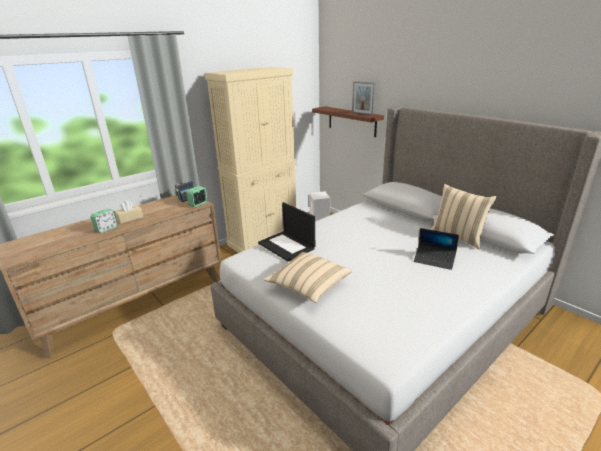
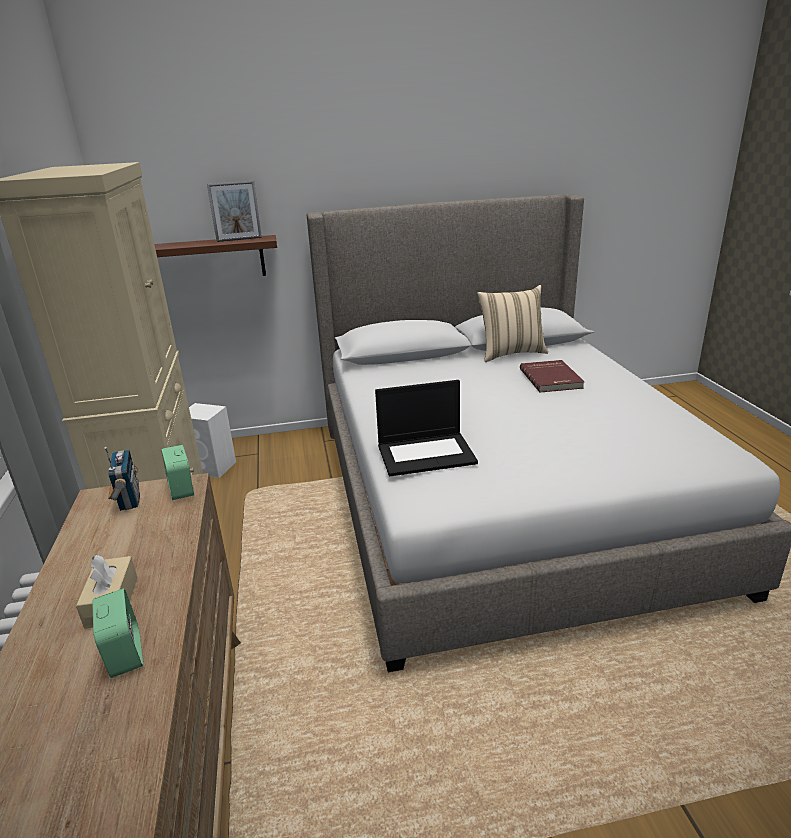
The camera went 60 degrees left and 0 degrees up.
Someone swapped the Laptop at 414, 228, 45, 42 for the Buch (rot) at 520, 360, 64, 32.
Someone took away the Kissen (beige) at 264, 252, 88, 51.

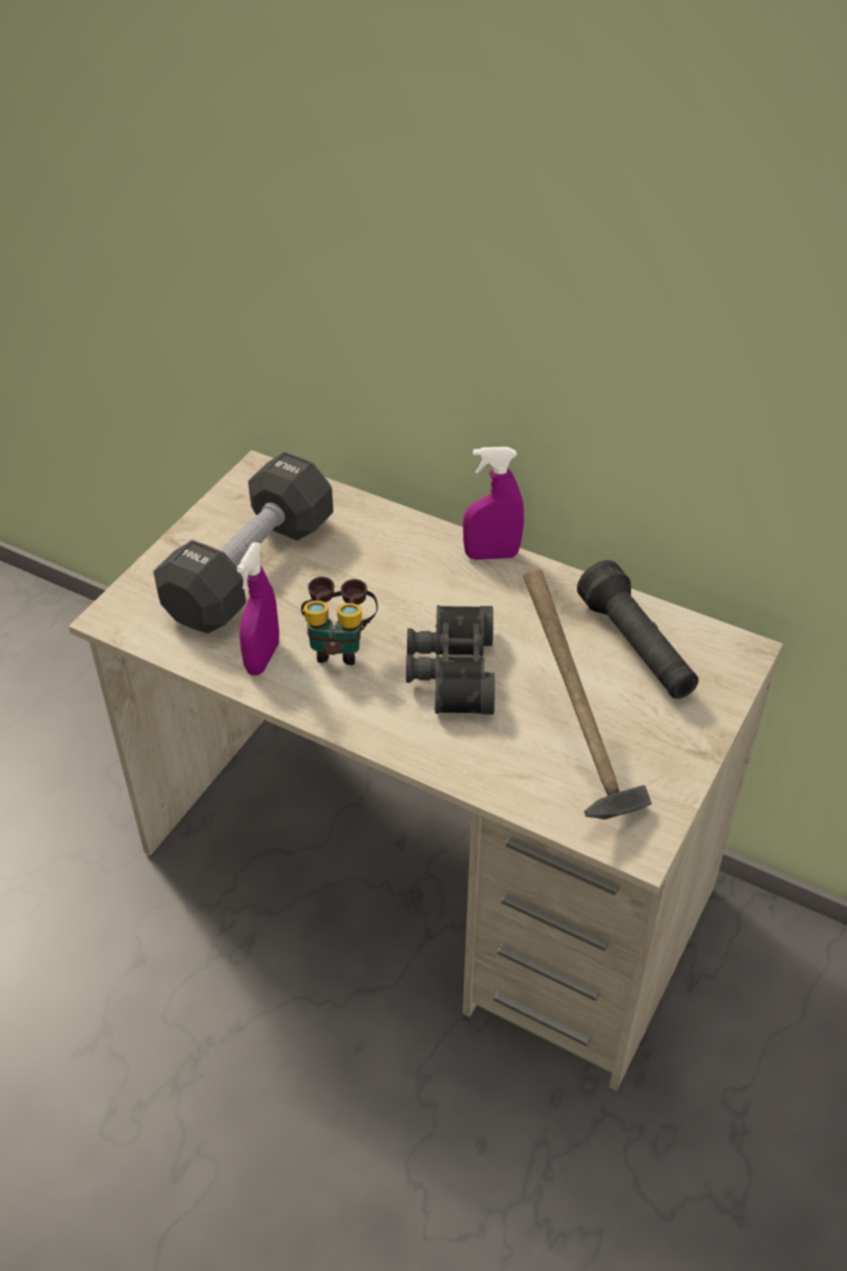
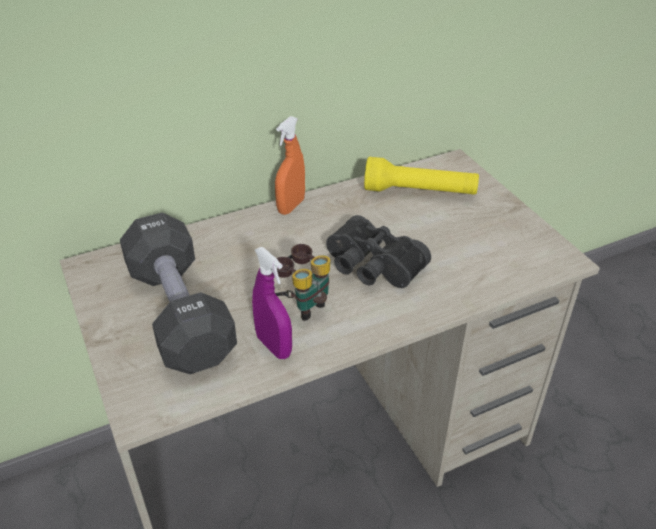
The camera went 55 degrees left and 5 degrees down.
Someone repainted the Sprühflasche (lila) at 463, 447, 61, 113, which became the Sprühflasche (orange) at 275, 116, 30, 99.
Someone repainted the Taschenlampe (schwarz) at 577, 560, 122, 139, which became the Taschenlampe (gelb) at 364, 157, 115, 38.
Someone took away the Hammer at 523, 569, 129, 251.

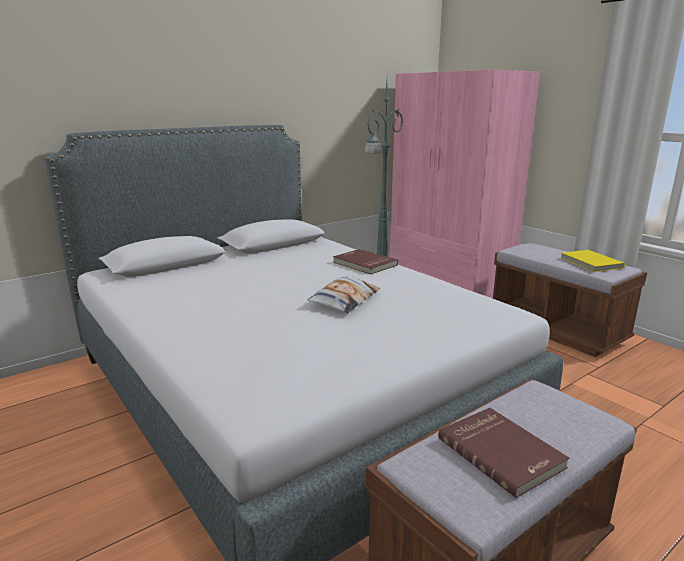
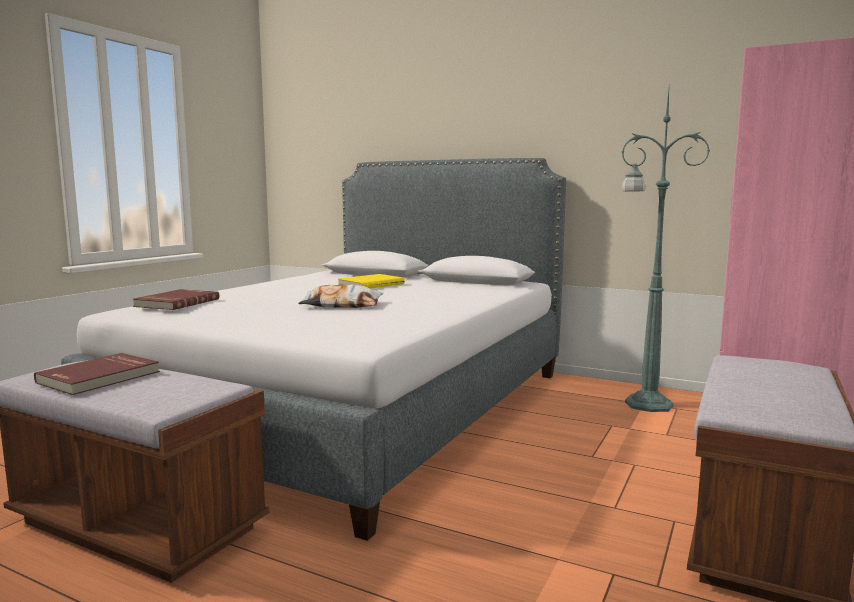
The camera went 65 degrees right and 10 degrees down.
Someone carried the Buch (rot) from 333, 249, 65, 25 to 133, 289, 86, 21.
Someone carried the Buch (gelb) from 561, 250, 64, 22 to 338, 274, 67, 14.

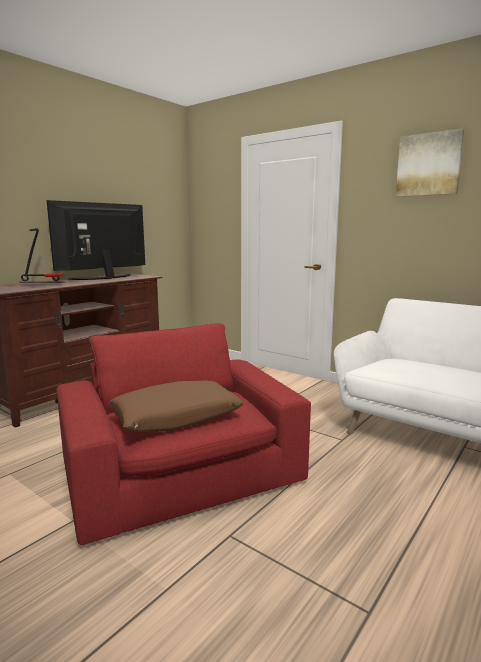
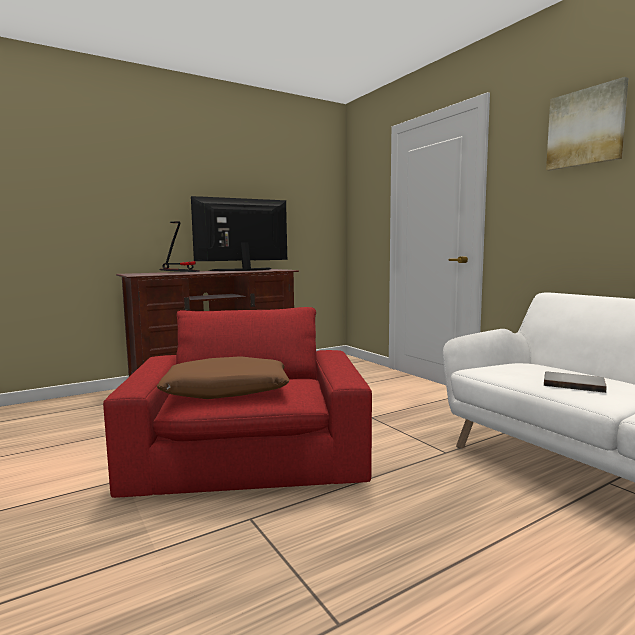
The camera went 20 degrees right and 5 degrees down.
Someone put down the Buch (grau) at 544, 372, 63, 21.

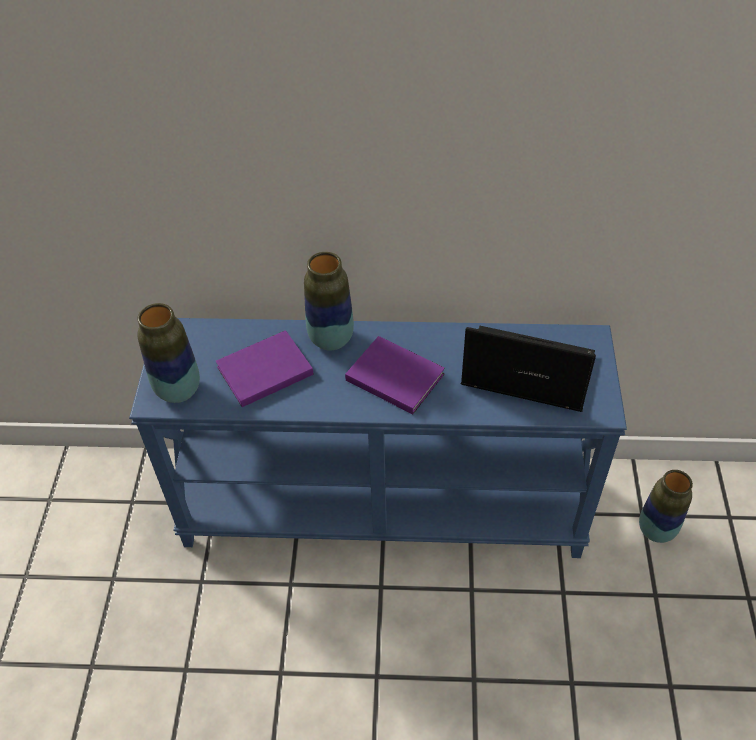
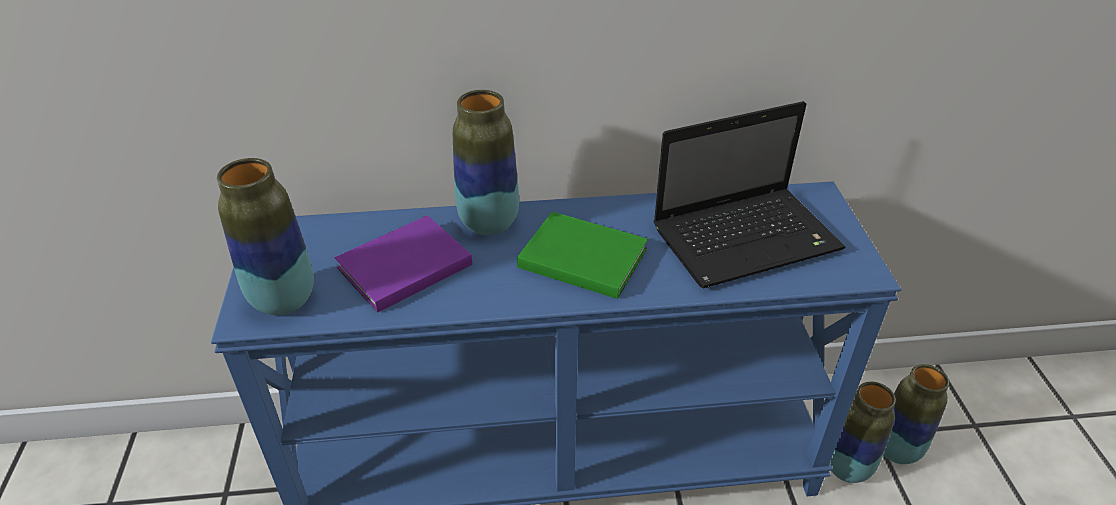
The camera went 10 degrees left and 10 degrees down.
Someone repainted the Buch (lila) at 345, 336, 100, 78, which became the Buch (grün) at 517, 212, 131, 87.
Someone rotated the Laptop at 461, 326, 135, 86 by 150 degrees clockwise.
Someone put down the Vase at 830, 382, 66, 101.

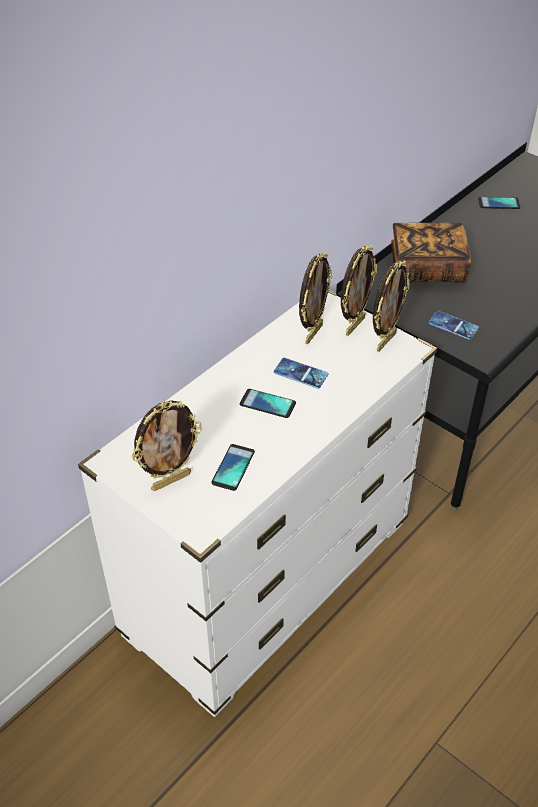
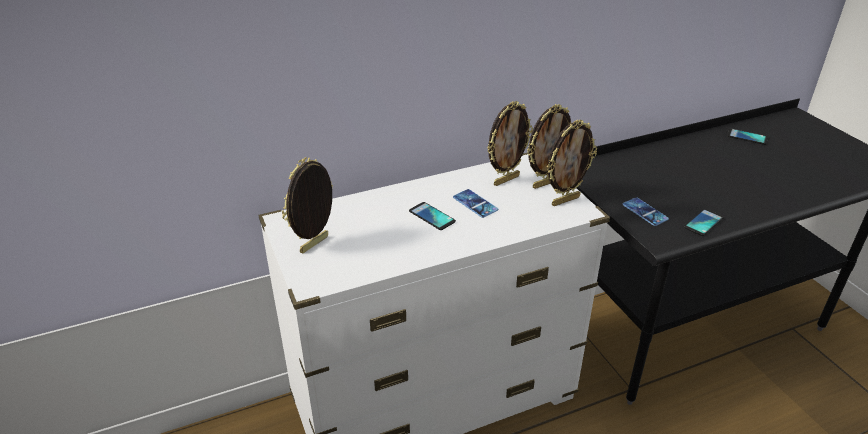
The camera went 25 degrees right and 10 degrees down.
Someone rotated the Bilderrahmen at 132, 400, 70, 91 by 135 degrees clockwise.
Someone carried the Handy from 211, 444, 44, 47 to 684, 209, 40, 27.
Someone took away the Buch at 391, 222, 80, 61.

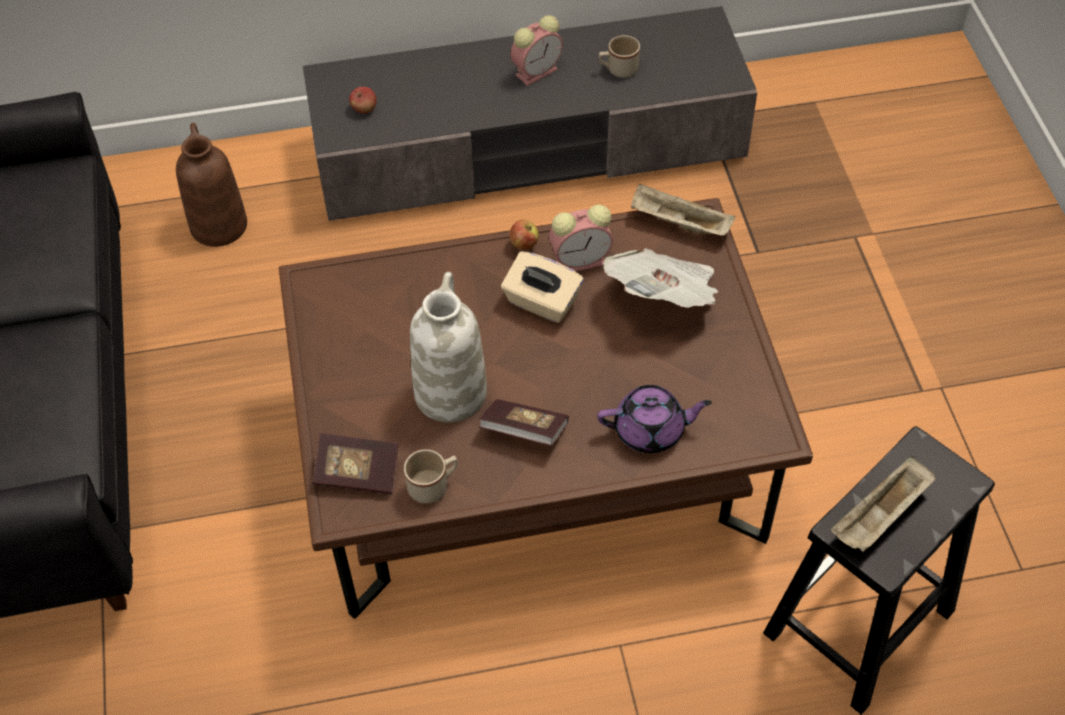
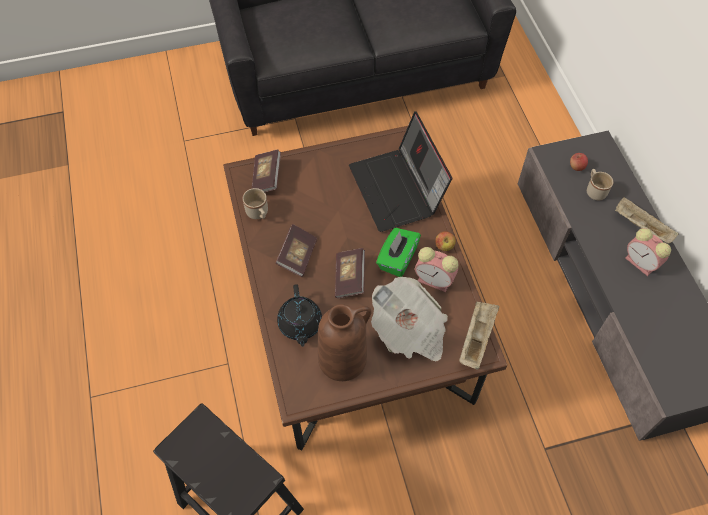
The camera went 85 degrees right and 5 degrees up.
Someone repainted the Teekanne (lila) at 597, 385, 115, 68, which became the Teekanne (schwarz) at 277, 284, 45, 63.
Someone carried the Vase (braun) from 176, 123, 71, 124 to 317, 304, 55, 77.
Someone put down the Buch at 335, 248, 30, 51.
Someone put down the Laptop at 349, 111, 103, 121.
Someone repainted the Taschentuchbox (beige) at 501, 251, 83, 72, which became the Taschentuchbox (grün) at 376, 228, 45, 49.
Someone rotated the Wecker at 549, 204, 64, 68 by 45 degrees counterclockwise.
Someone carried the Henkelbecher (beige) from 599, 35, 41, 43 to 587, 169, 26, 31.
Someone carried the Tablett (beige) from 831, 456, 105, 96 to 615, 197, 64, 46.
Someone took away the Vase (weiß) at 410, 272, 77, 151.

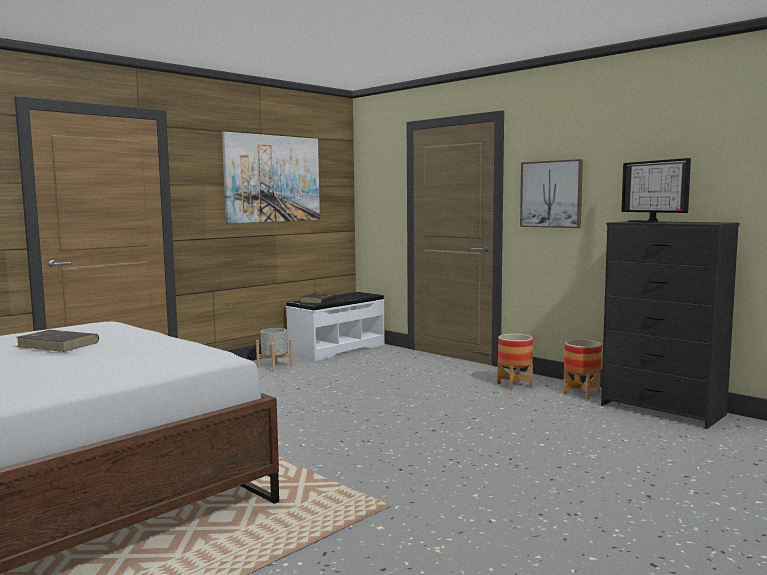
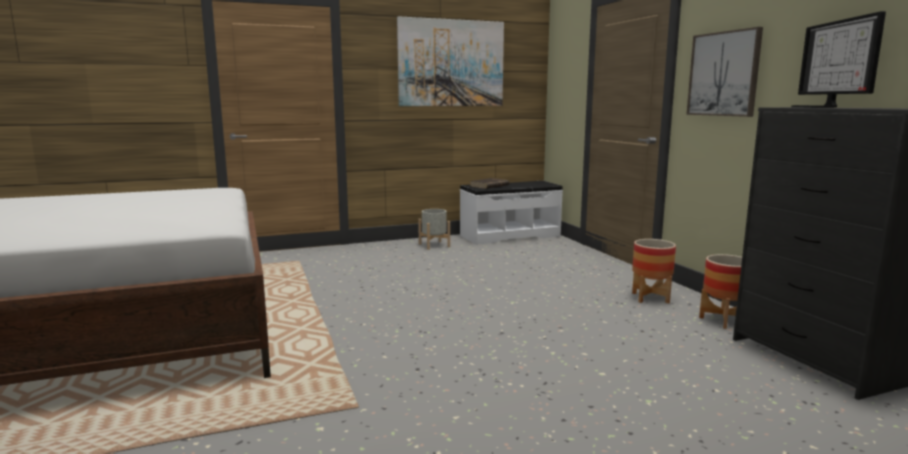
The camera went 25 degrees right and 5 degrees up.
Someone took away the Buch (braun) at 17, 330, 82, 22.

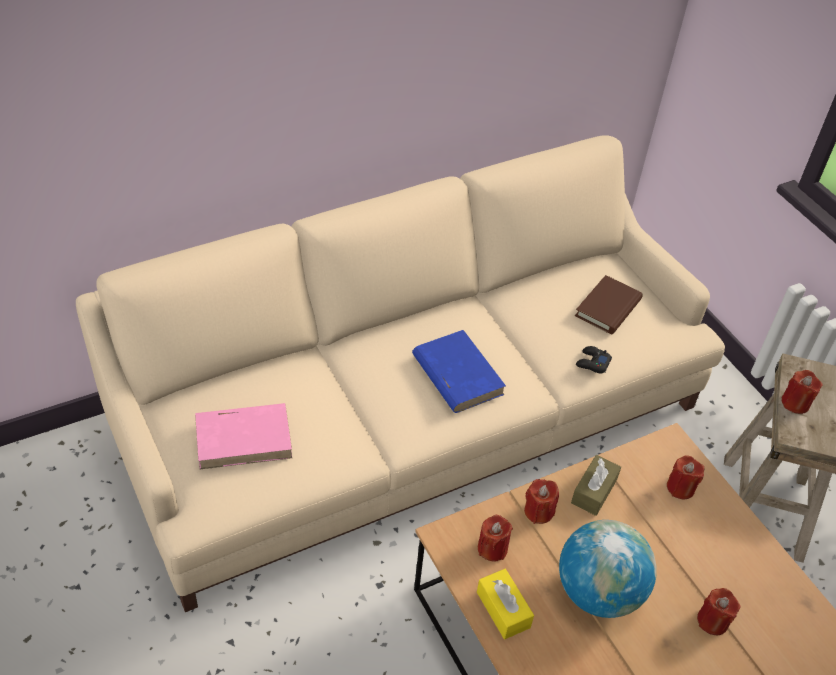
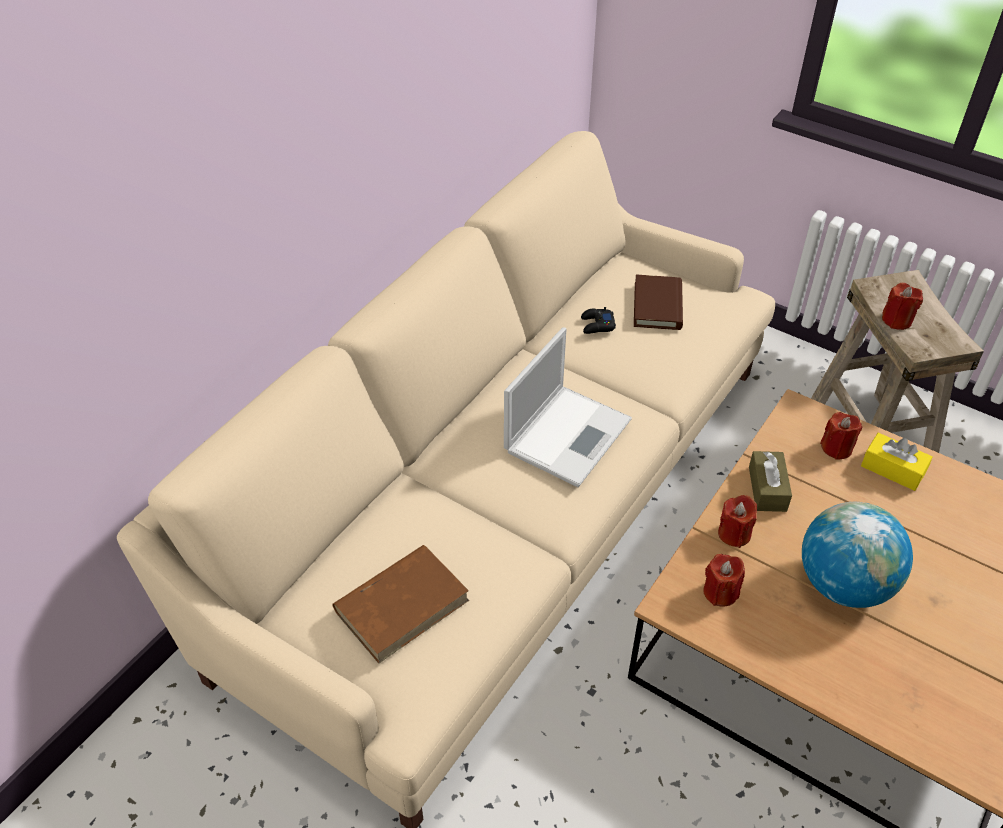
The camera went 25 degrees left and 0 degrees up.
Someone repainted the Buch (rosa) at 195, 403, 97, 66, which became the Buch (braun) at 332, 545, 137, 119.
Someone swapped the Buch (blau) at 412, 330, 94, 83 for the Laptop at 504, 327, 128, 160.
Someone carried the Gamepad (schwarz) from 576, 346, 36, 27 to 581, 307, 35, 27.
Someone carried the Taschentuchbox (gelb) from 477, 569, 57, 70 to 861, 433, 71, 58.
Someone took away the Kerze (rot) at 697, 588, 43, 47.

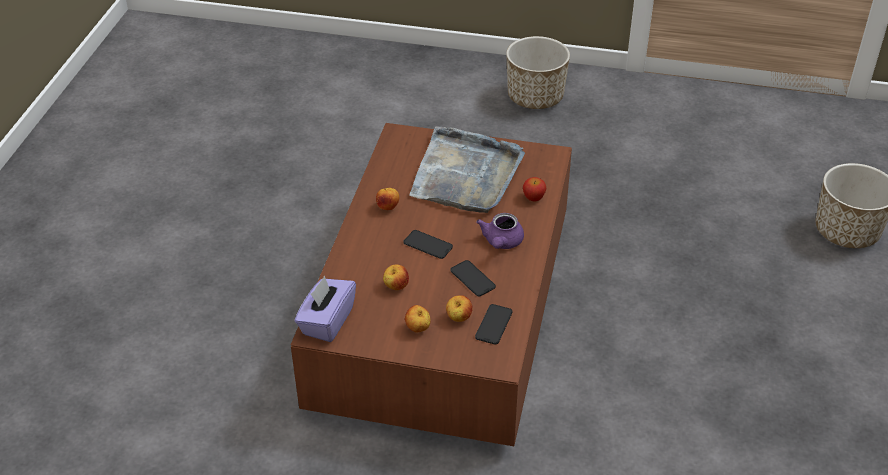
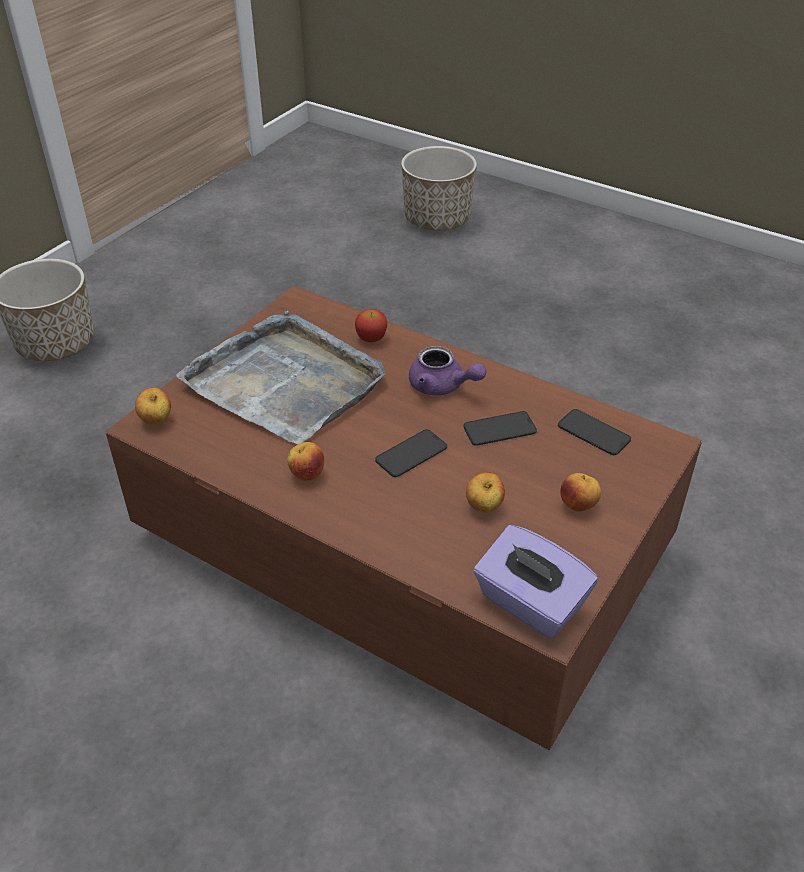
The camera went 70 degrees left and 0 degrees up.
Someone carried the Apfel from 446, 295, 27, 27 to 135, 387, 36, 37.

